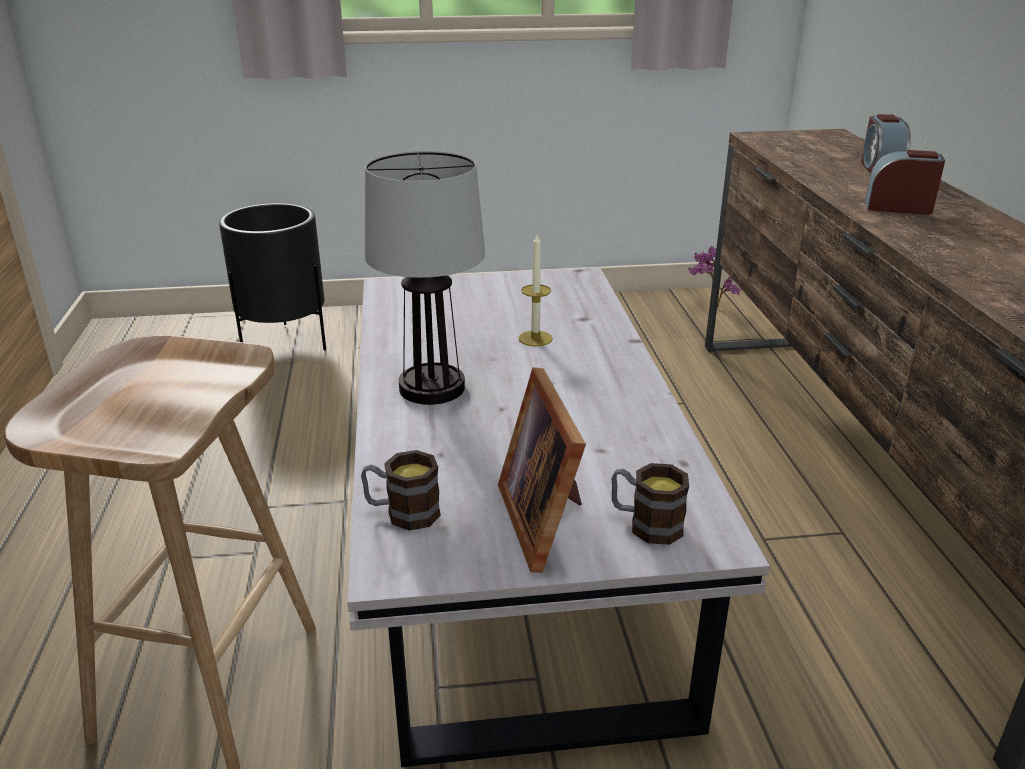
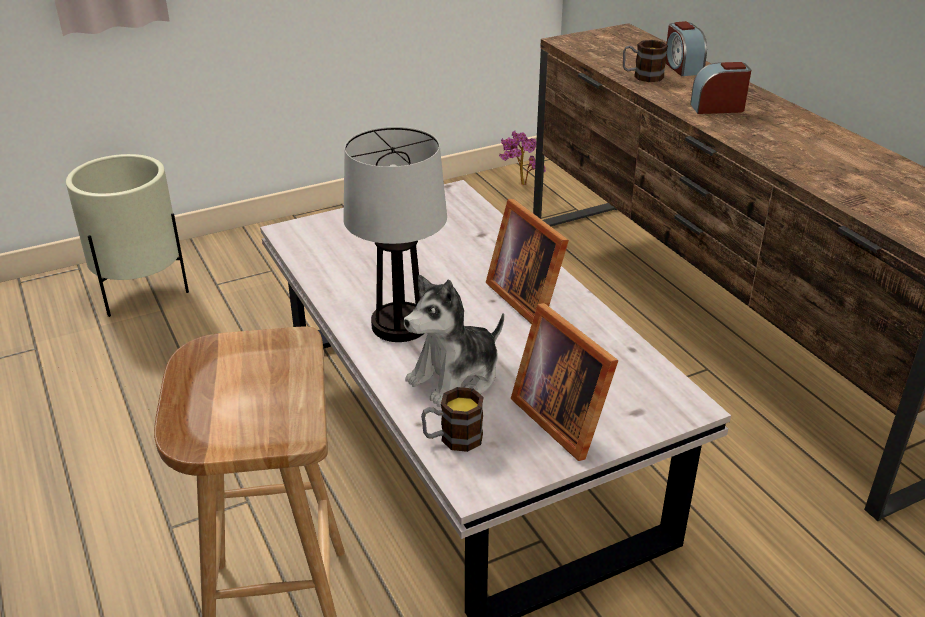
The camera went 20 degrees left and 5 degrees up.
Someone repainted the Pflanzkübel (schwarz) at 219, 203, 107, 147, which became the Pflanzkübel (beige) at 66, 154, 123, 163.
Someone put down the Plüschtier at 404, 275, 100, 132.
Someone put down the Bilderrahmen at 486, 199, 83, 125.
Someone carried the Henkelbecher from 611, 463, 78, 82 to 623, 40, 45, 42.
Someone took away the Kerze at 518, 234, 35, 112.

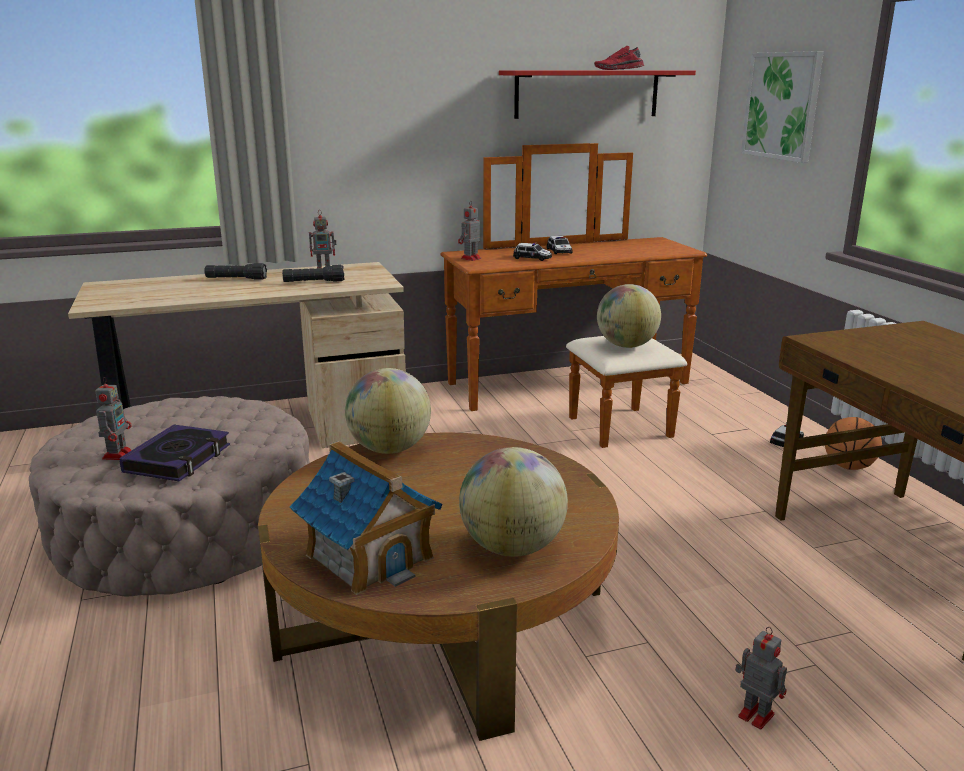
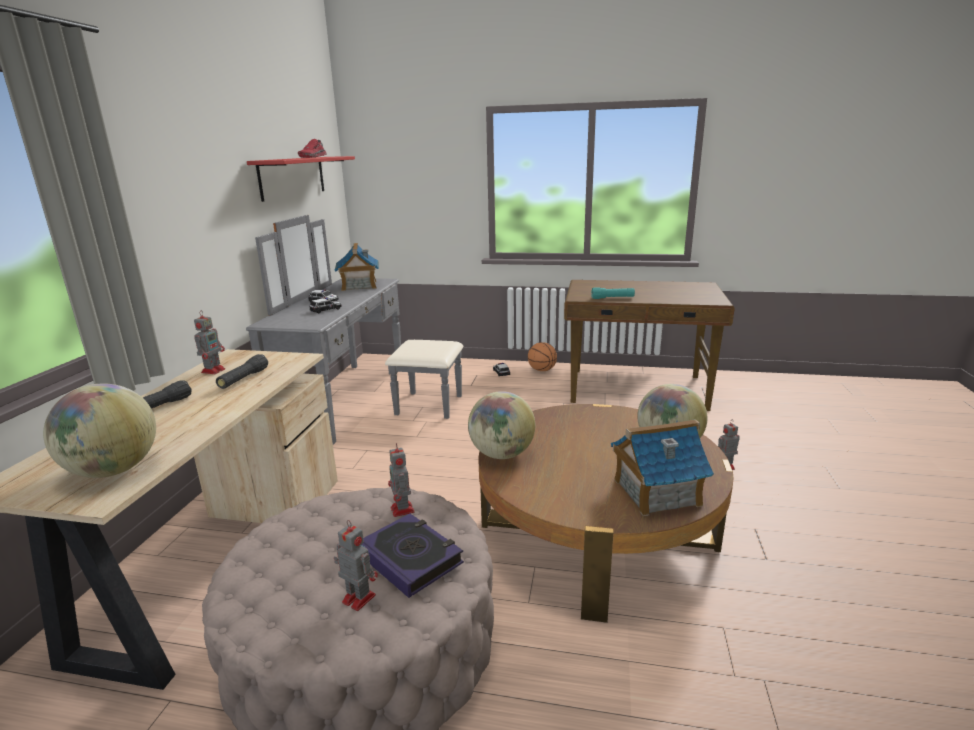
The camera went 60 degrees left and 0 degrees up.
Someone carried the Globus from 597, 284, 64, 64 to 43, 383, 113, 95.
Someone repainted the Kommode (braun) at 441, 143, 266, 305, which became the Kommode (grau) at 246, 215, 217, 229.
Someone put down the Spielzeughaus at 334, 243, 45, 48.
Someone carried the Spielzeugroboter from 458, 201, 23, 60 to 388, 443, 27, 74.
Someone put down the Taschenlampe (türkis) at 591, 287, 44, 12.
Someone took away the Bild at 741, 51, 83, 112.

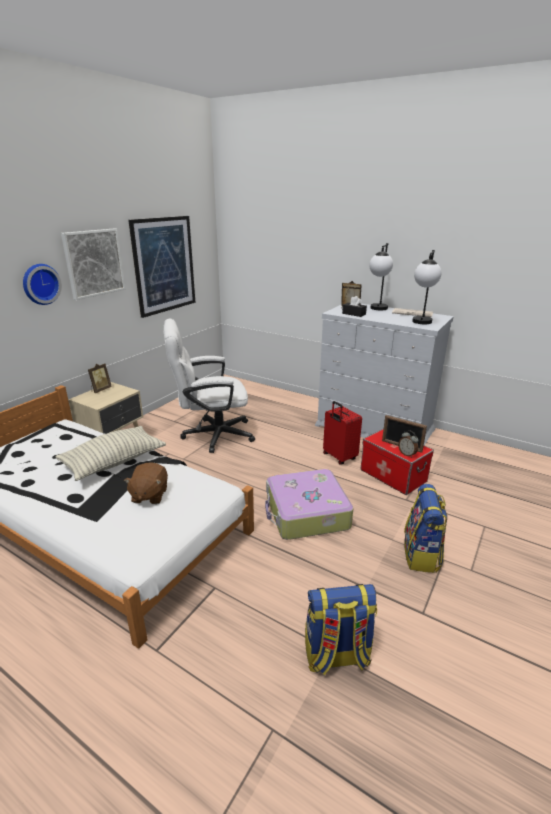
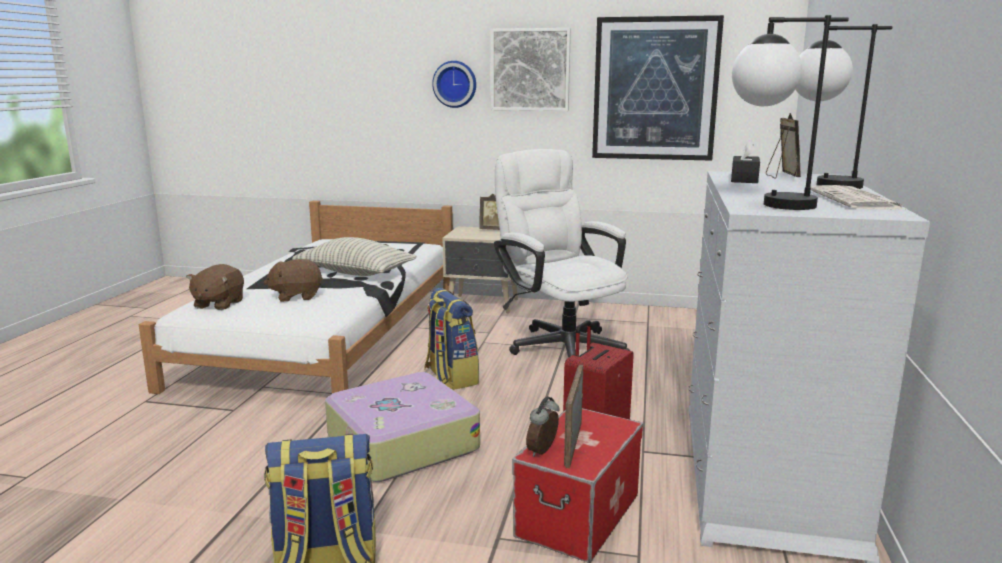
The camera went 70 degrees right and 10 degrees down.
Someone put down the Plüschtier (braun) at 186, 264, 58, 46.
Someone carried the Rucksack from 305, 584, 72, 91 to 424, 288, 55, 102.

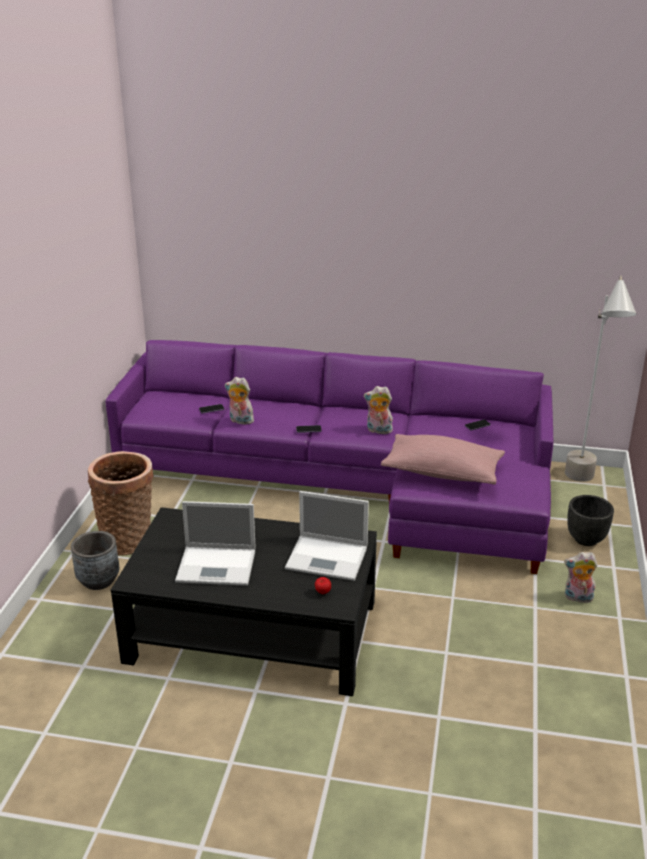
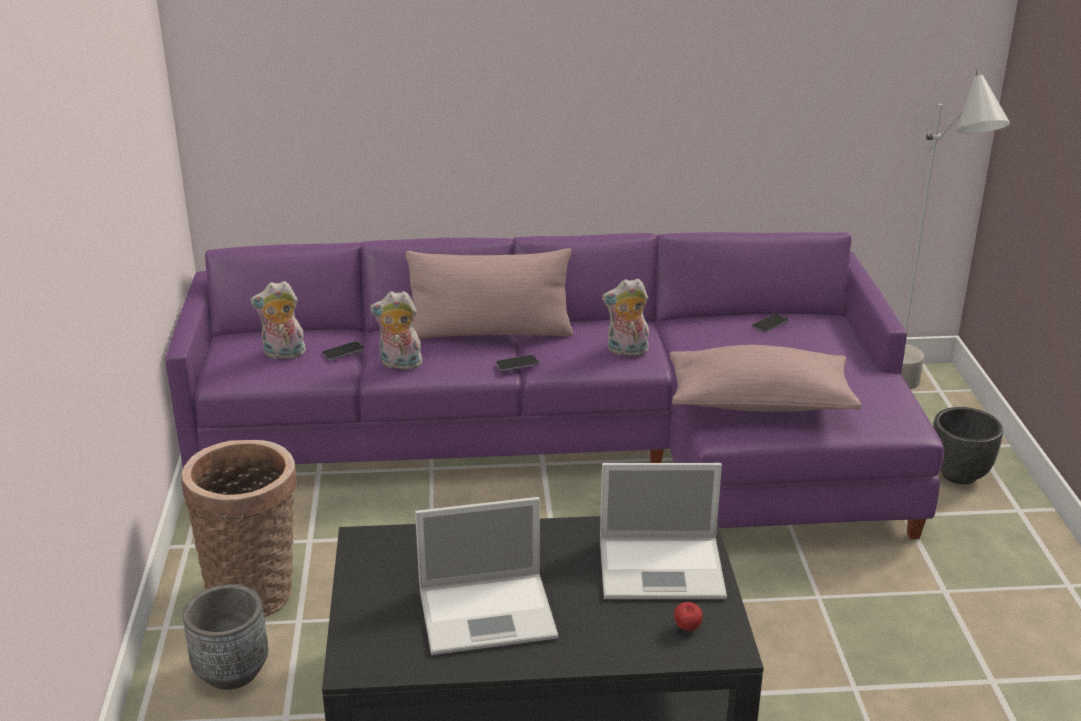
The camera went 15 degrees left and 0 degrees up.
Someone carried the Plüschtier from 564, 552, 34, 51 to 250, 281, 57, 80.
Someone put down the Kissen (rosa) at 406, 248, 167, 91.

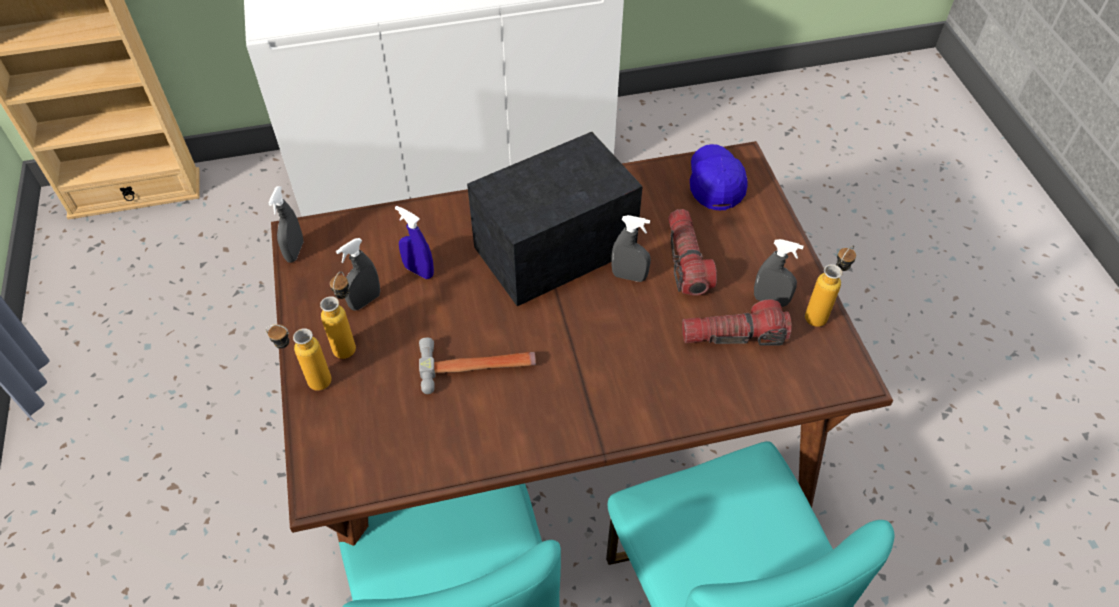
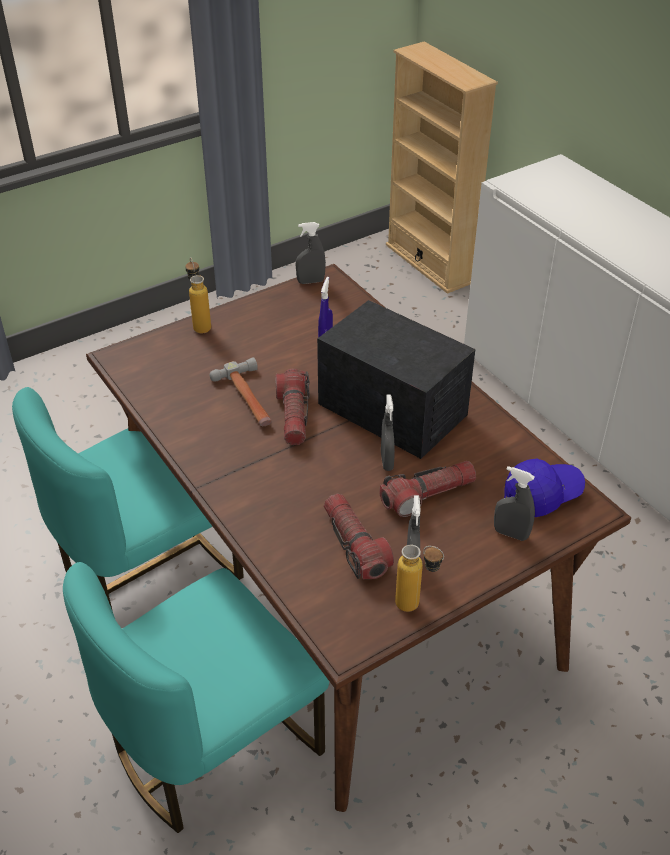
The camera went 70 degrees right and 10 degrees down.
Someone put down the Taschenlampe at 275, 369, 35, 76.
Someone carried the Sprühflasche (grau) from 336, 238, 44, 73 to 494, 466, 41, 75.
Someone took away the Flasche at 320, 272, 36, 87.

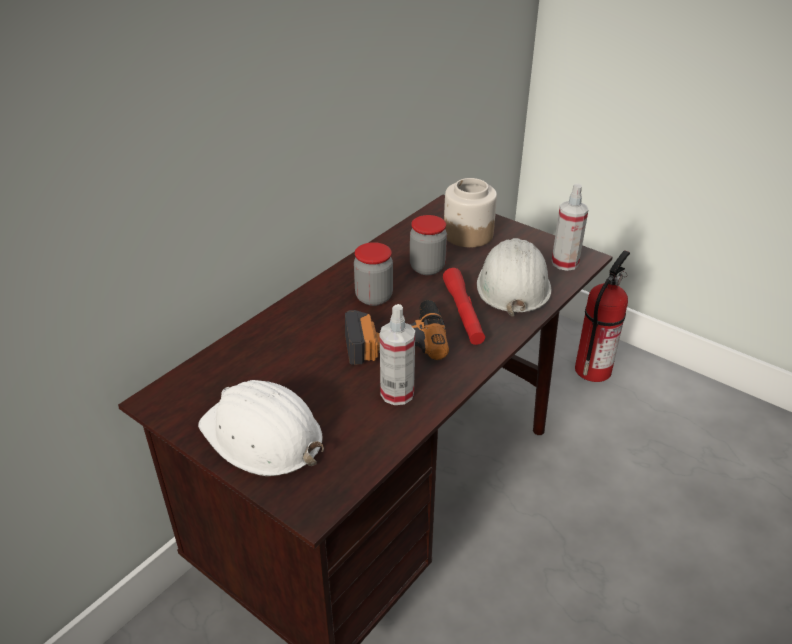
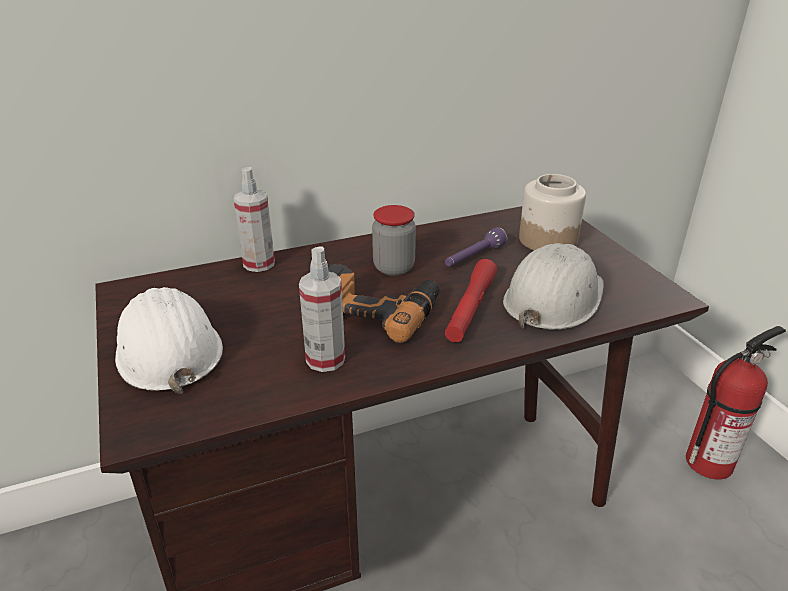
The camera went 30 degrees right and 5 degrees down.
Someone carried the Sprühflasche from 552, 183, 36, 88 to 234, 167, 41, 105.
Someone swapped the Vorratsglas at 410, 215, 37, 60 for the Taschenlampe (lila) at 445, 227, 62, 39.

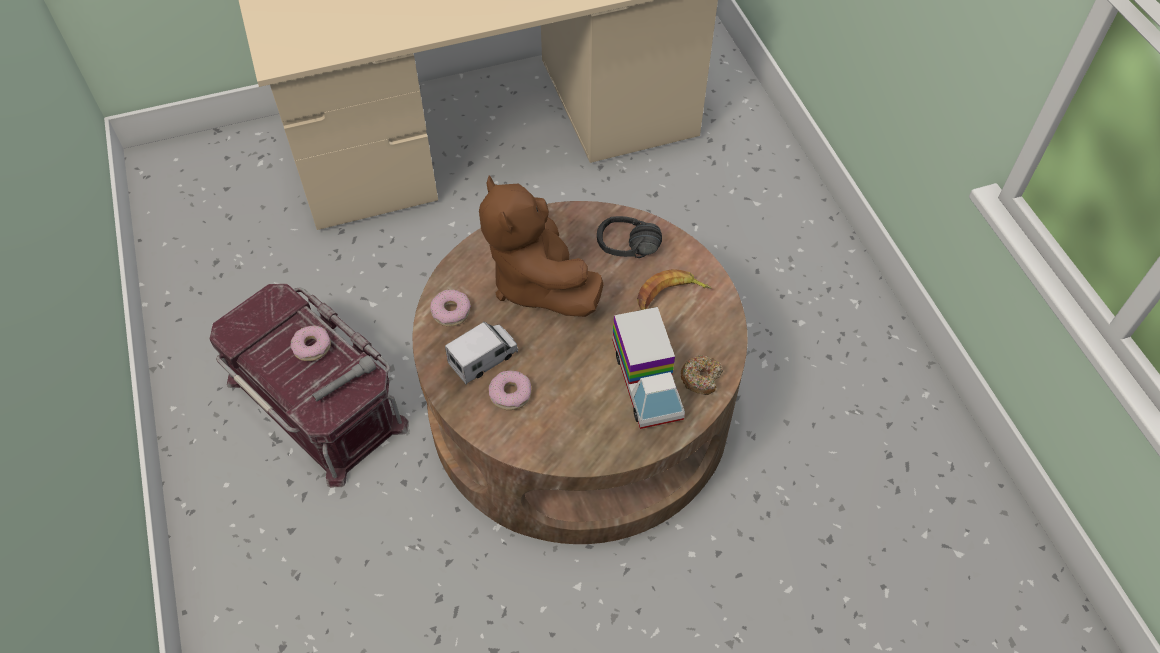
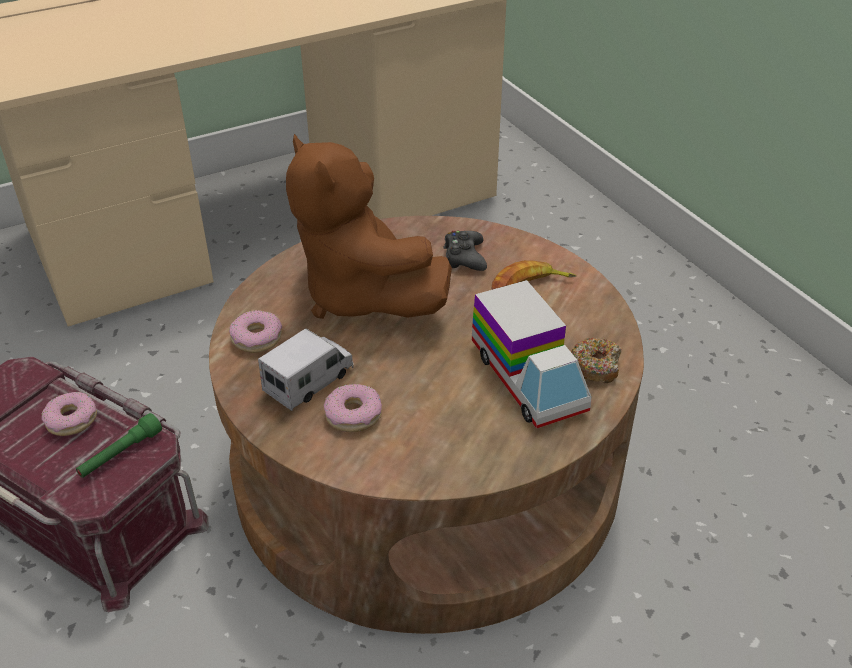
The camera went 10 degrees left and 15 degrees down.
Someone repainted the Taschenlampe (grau) at 312, 355, 64, 46, which became the Taschenlampe (grün) at 76, 413, 86, 65.
Someone swapped the Kopfhörer (schwarz) at 597, 216, 65, 42 for the Gamepad (schwarz) at 444, 231, 43, 40.

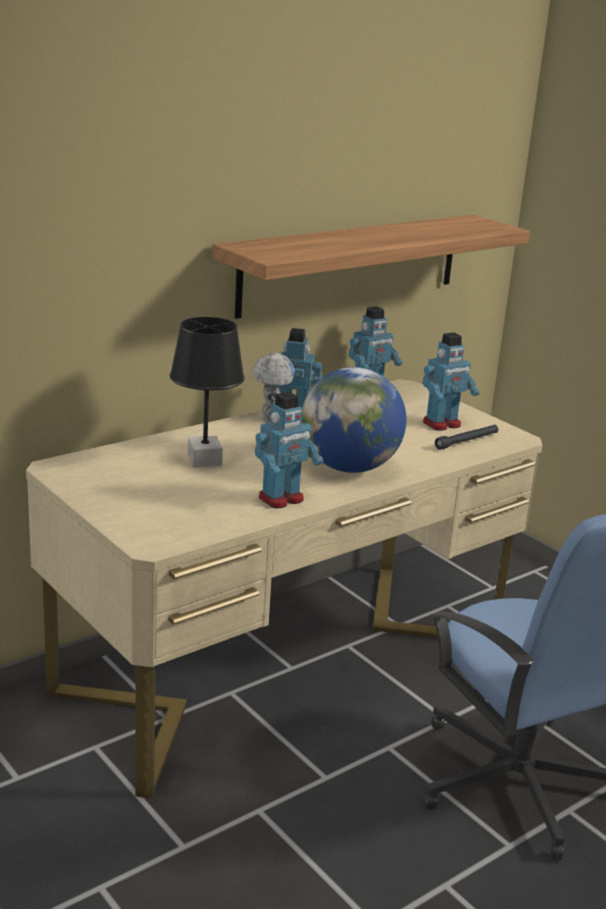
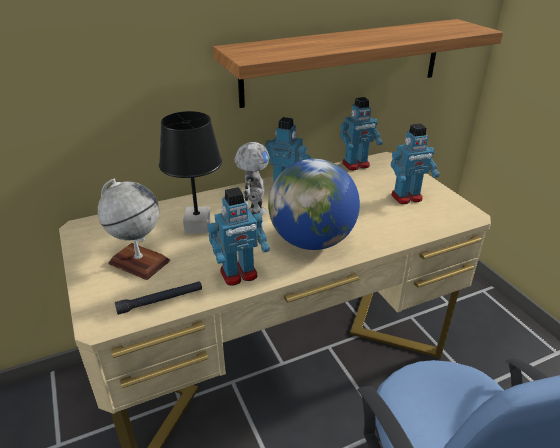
The camera went 15 degrees right and 10 degrees up.
Someone put down the Globus at 98, 178, 72, 102.
Someone carried the Taschenlampe (schwarz) from 435, 425, 63, 25 to 115, 281, 87, 34.

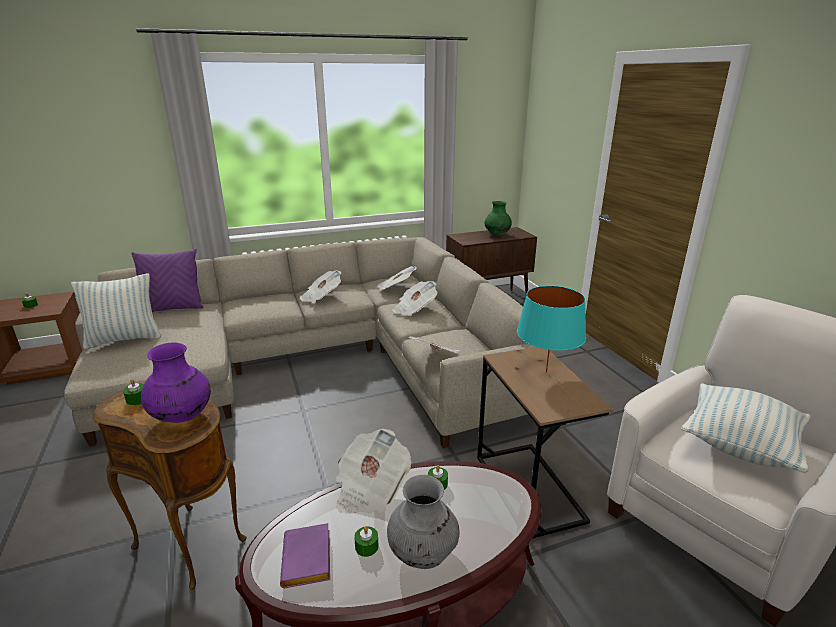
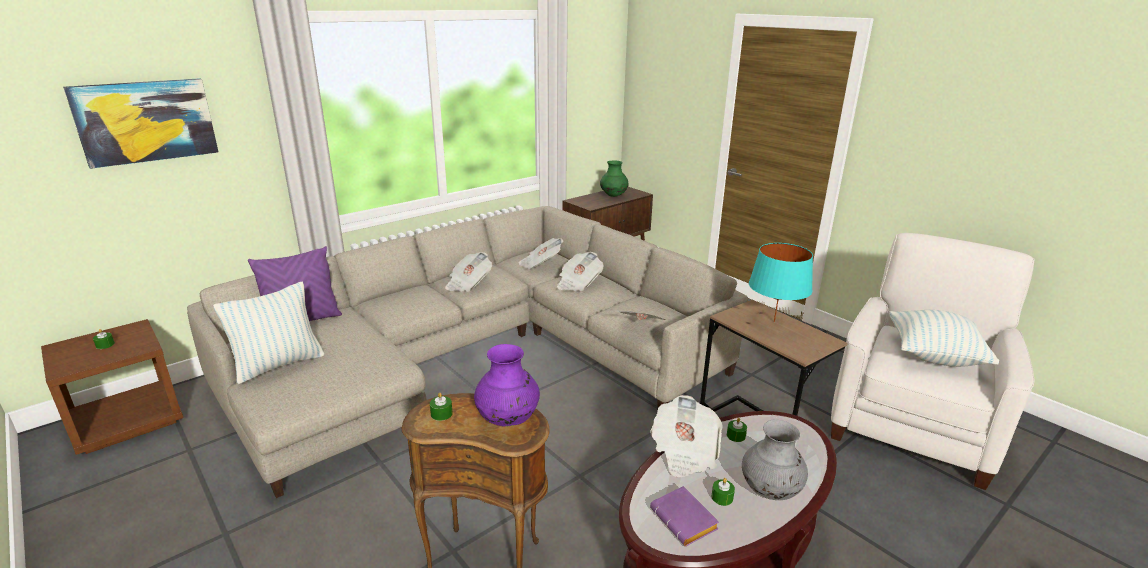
The camera went 20 degrees left and 0 degrees up.
Someone put up the Bild at 63, 78, 156, 91.

